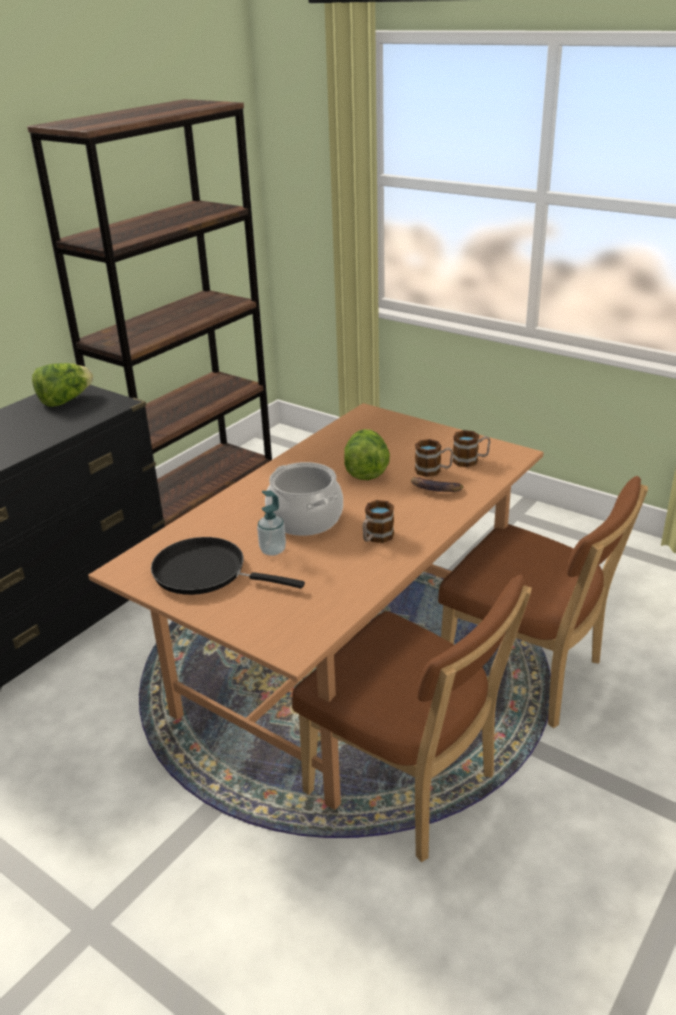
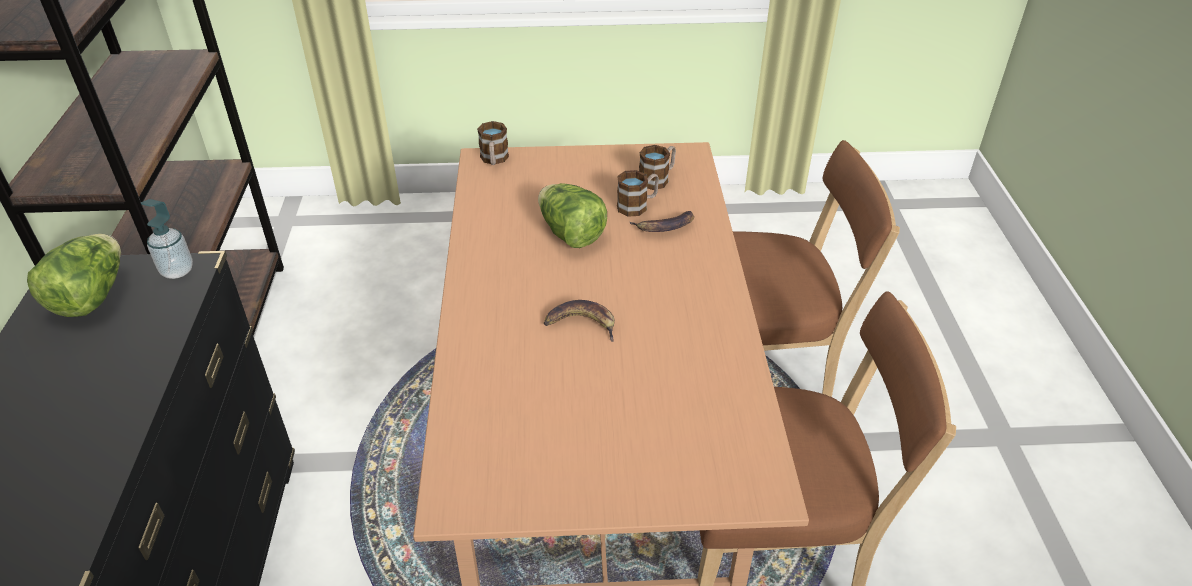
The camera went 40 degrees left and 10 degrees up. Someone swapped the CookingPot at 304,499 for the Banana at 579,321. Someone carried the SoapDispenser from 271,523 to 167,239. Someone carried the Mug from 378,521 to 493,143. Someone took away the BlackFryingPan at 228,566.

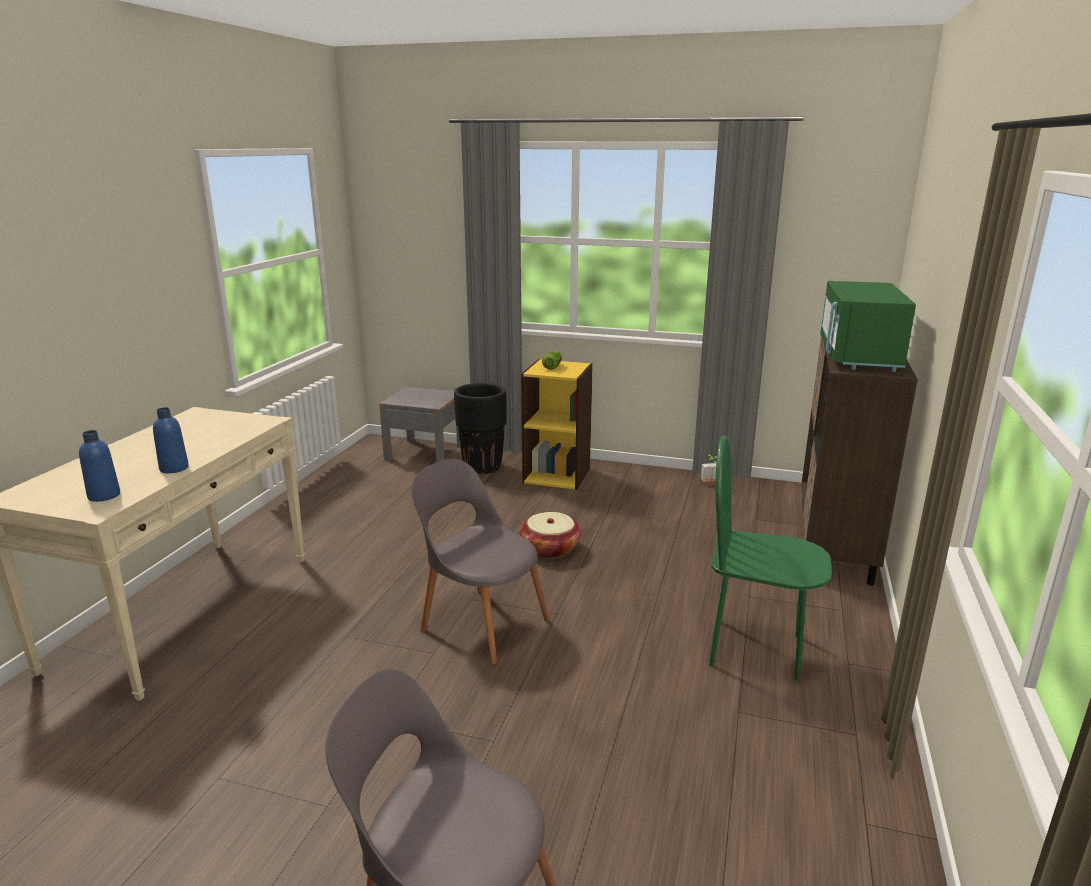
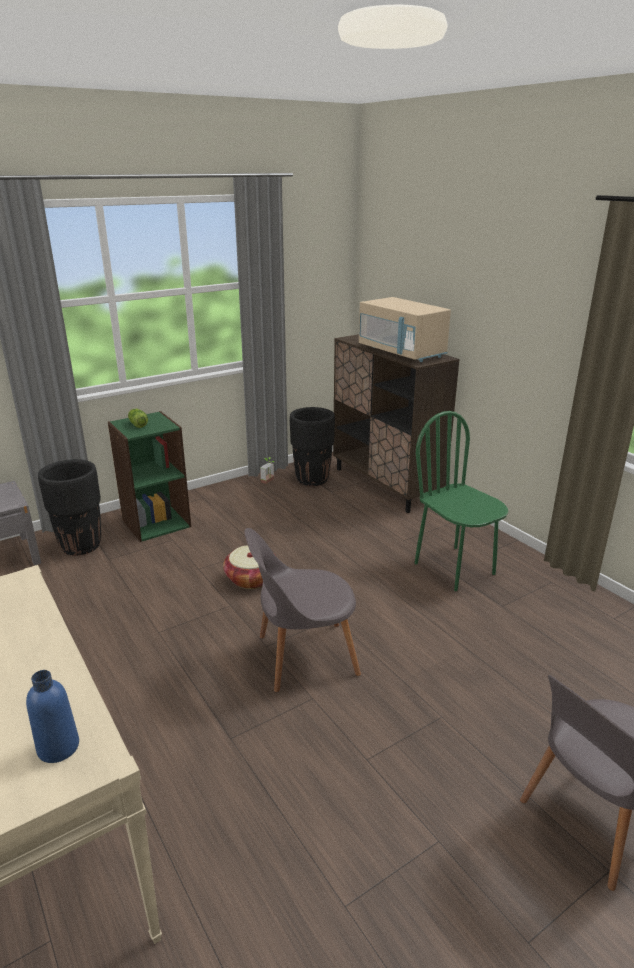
The camera went 50 degrees left and 5 degrees up. Someone repainted the GreenMicrowave at 868,326, which became the BeigeMicrowave at 405,329. Someone repainted the YellowBookcase at 557,424, which became the GreenBookcase at 149,476. Someone took away the BlueBottle at 171,440. Someone rotated the GreenChair at 770,558 by 90 degrees clockwise. Someone put down the BlackPlanter at 312,446.

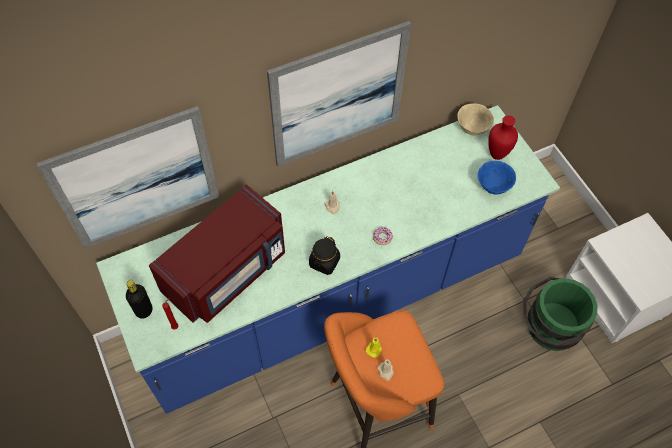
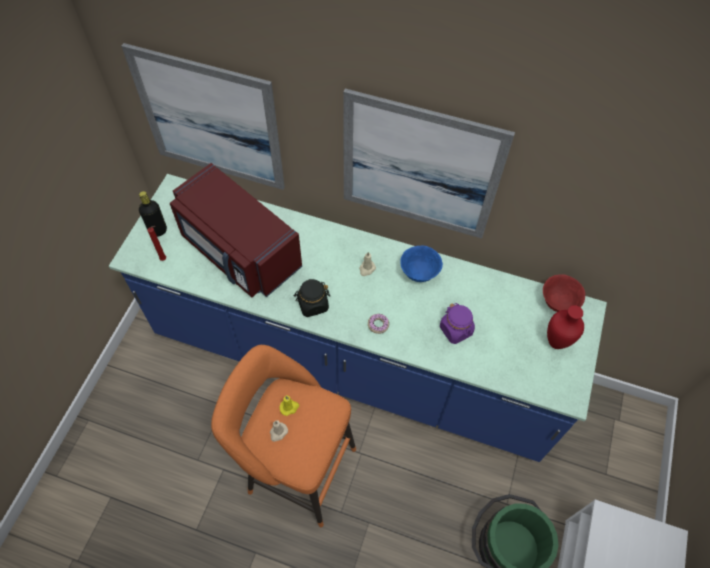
The camera went 45 degrees right and 0 degrees up. Someone repainted the BeigeBowl at 475,119, which became the RedBowl at 564,293. Someone carried the BlueBowl from 497,178 to 421,264. Someone rotated the RedMicrowave at 217,253 by 45 degrees clockwise. Someone put down the PurpleJar at 457,323.

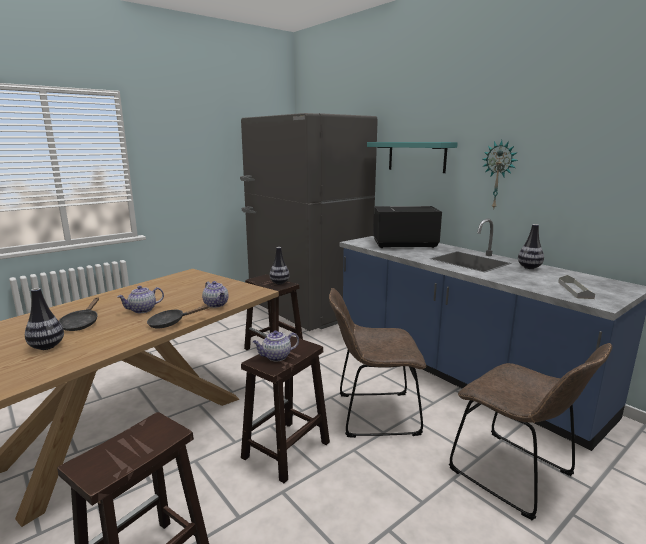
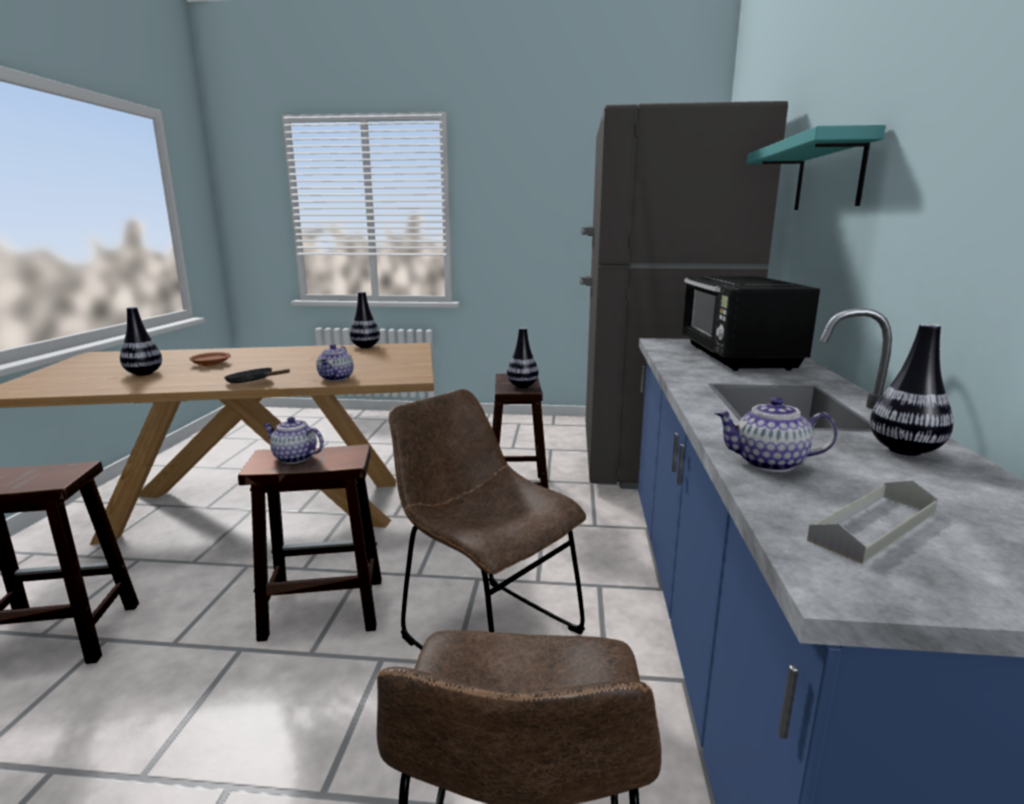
The camera went 45 degrees right and 0 degrees up. Someone took away the WallClock at 500,175. Someone rotated the BlackMicrowave at 407,227 by 135 degrees counterclockwise. Someone carried the Teapot from 140,299 to 775,434. Someone swapped the BlackFryingPan at 79,314 for the BrownPlate at 210,359. Someone put down the Vase at 365,320.

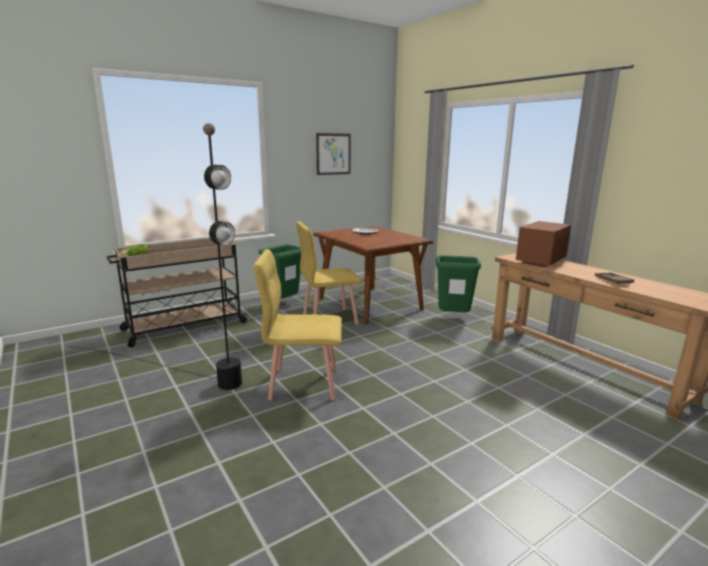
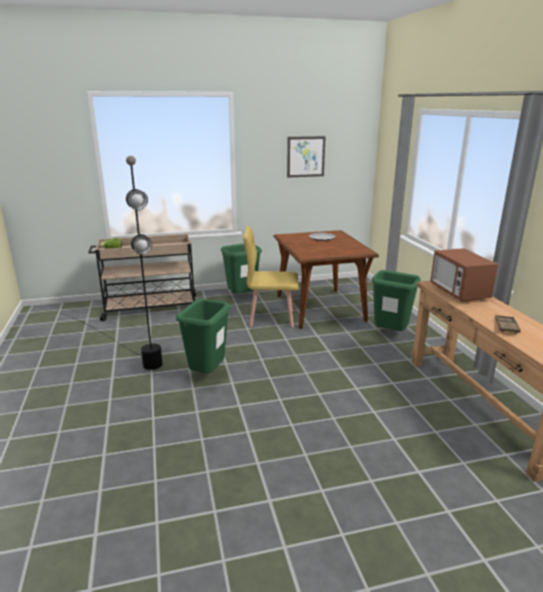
The camera went 20 degrees right and 5 degrees up. Someone rotated the Microwave at 543,244 by 75 degrees counterclockwise. Someone swapped the YellowChair at 298,325 for the GreenTrashCan at 203,336.

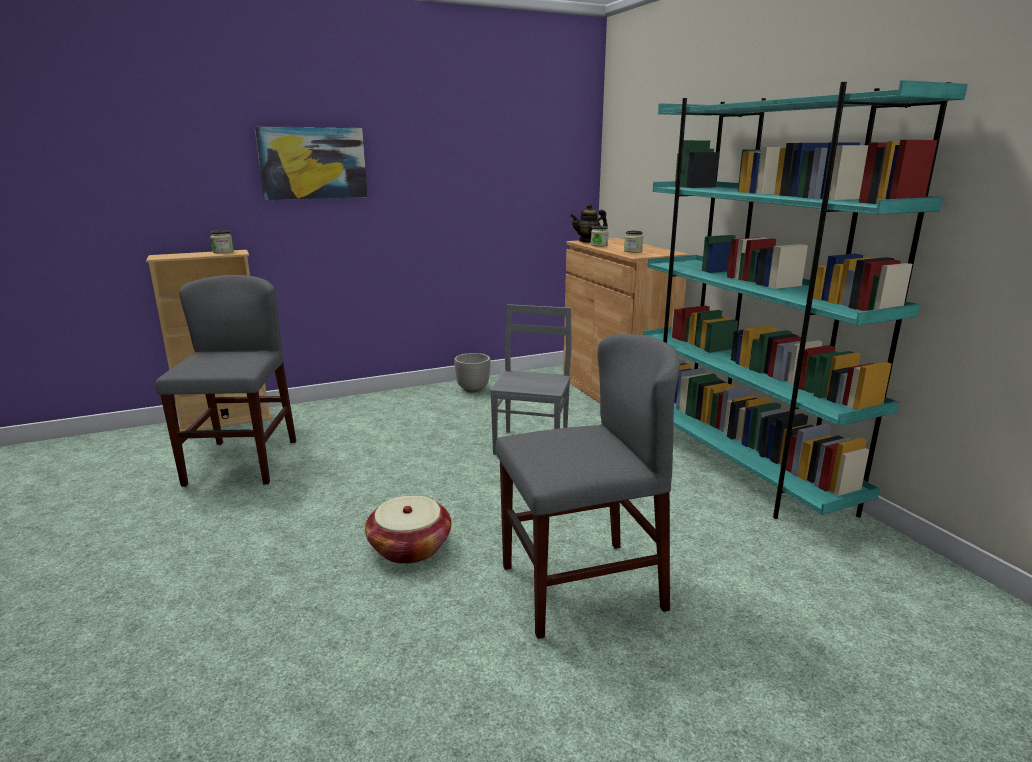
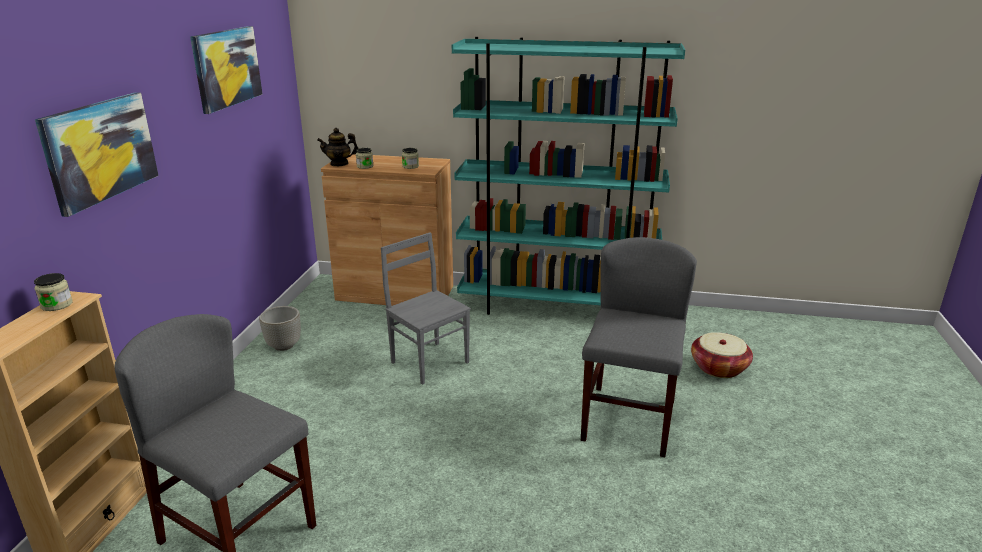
The camera went 55 degrees left and 5 degrees up. Someone rotated the Teapot at 589,223 by 60 degrees clockwise. Someone carried the Basket from 408,529 to 722,355. Someone put up the Picture at 226,70.

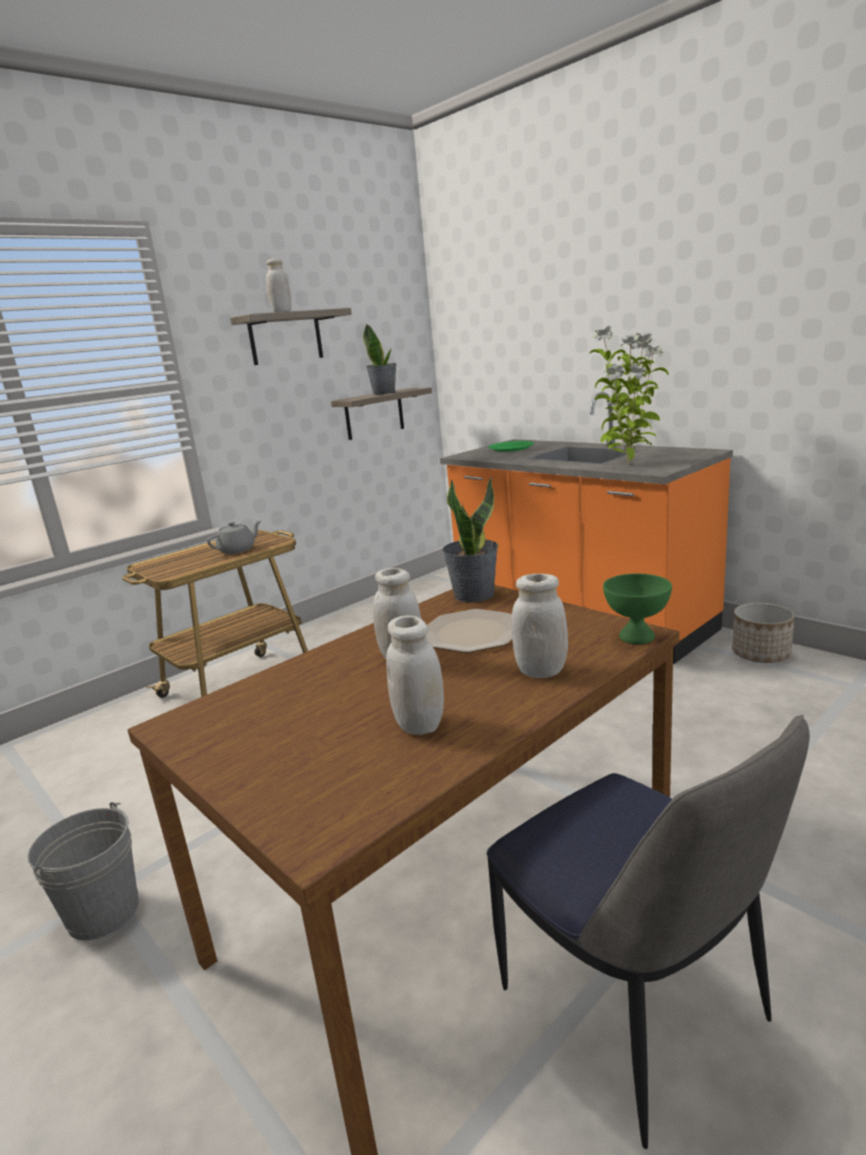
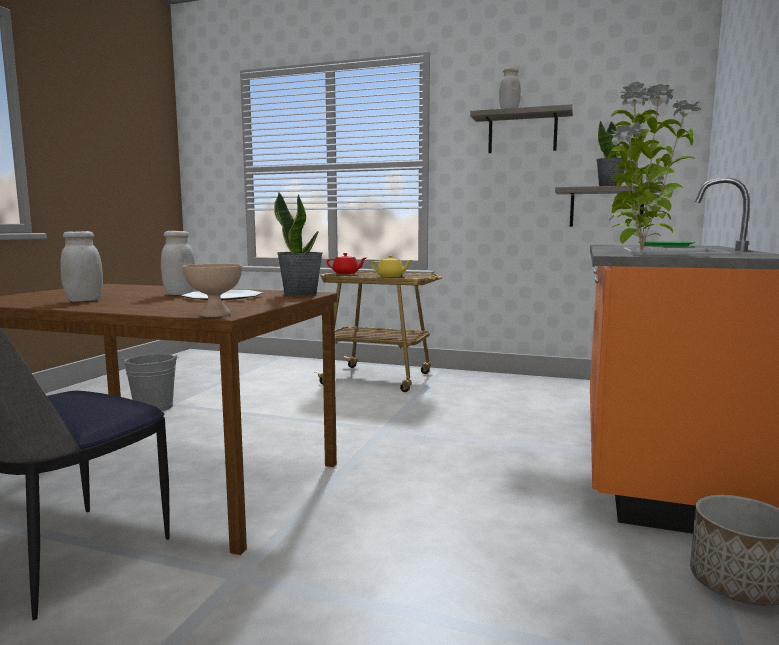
The camera went 60 degrees right and 10 degrees down. Someone repainted the GreyTeapot at 234,537, which became the YellowTeapot at 391,266. Someone took away the WhiteJar at 539,626. Someone repainted the GreenBowl at 637,609, which became the BeigeBowl at 212,290. Someone put down the RedTeapot at 346,263.

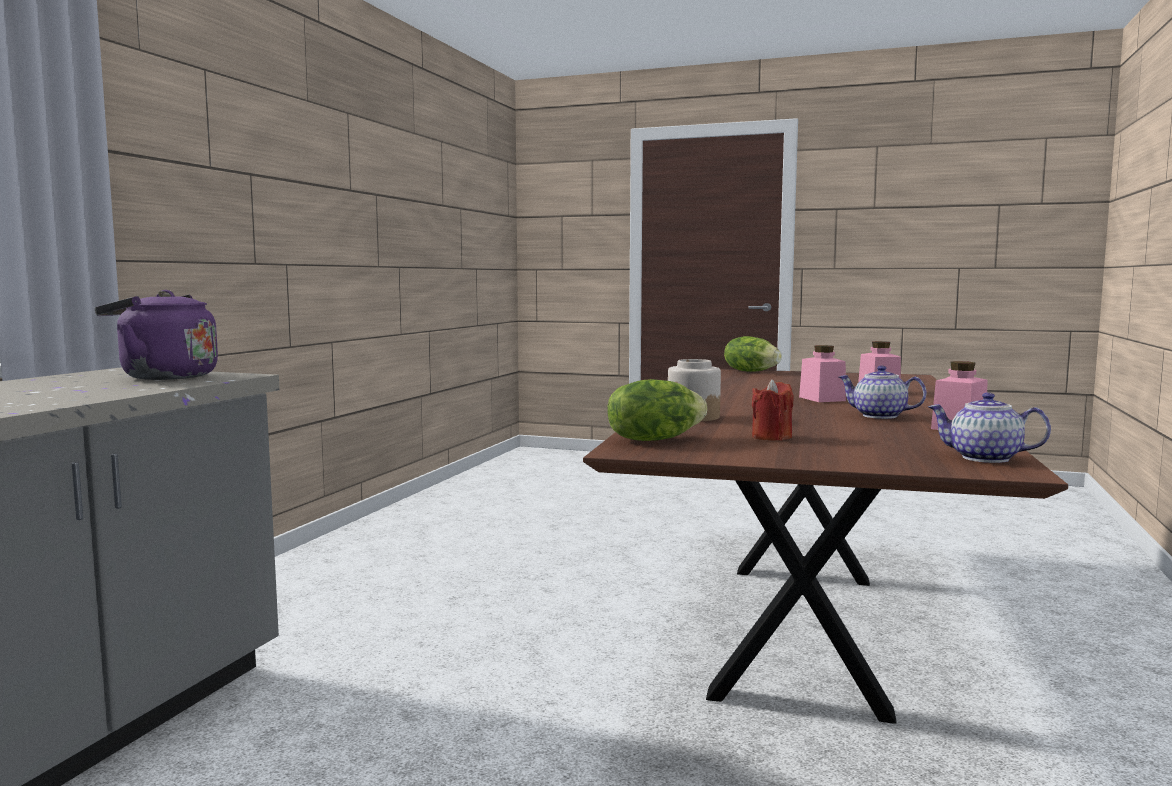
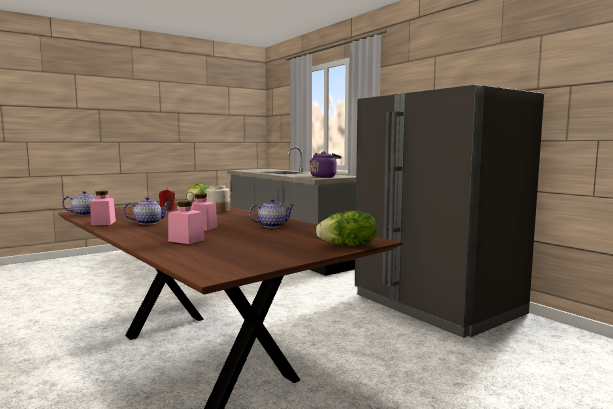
The camera went 125 degrees right and 0 degrees up. Someone put down the GreyFridge at 449,211. Someone put down the Teapot at 271,213.

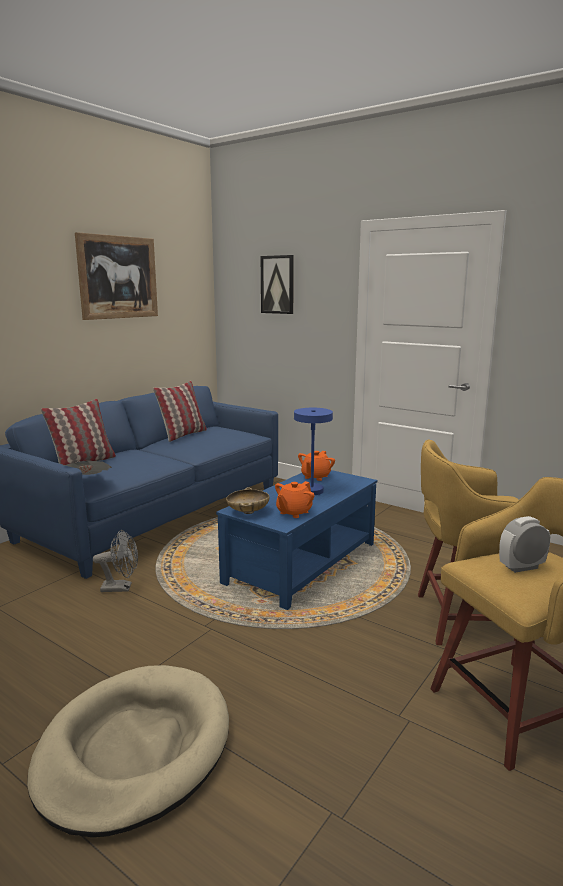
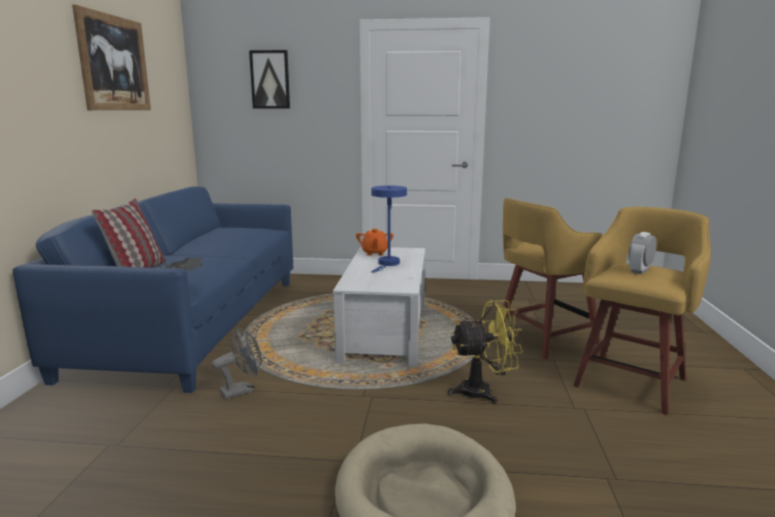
The camera went 30 degrees left and 0 degrees up. Someone took away the Pillow at 180,411. Someone repainted the BlueCoffeeTable at 296,540, which became the WhiteCoffeeTable at 379,306. Someone took away the OrangeTeapot at 294,499. Someone took away the BeigeBowl at 247,500. Someone put down the YellowFan at 485,352.

